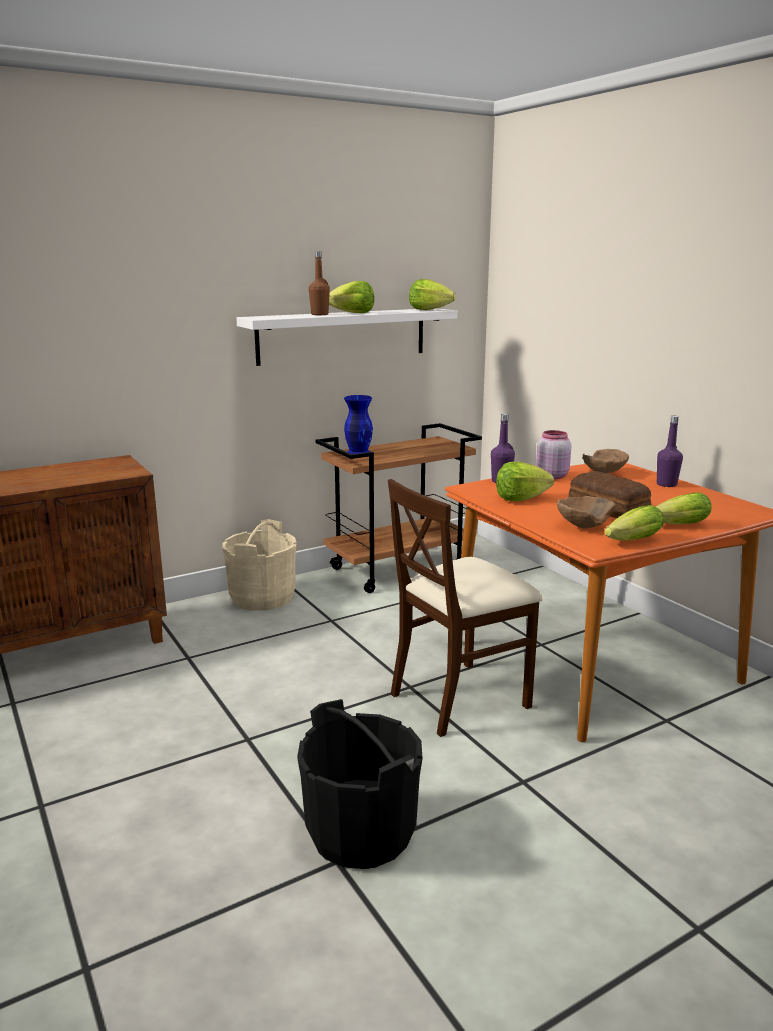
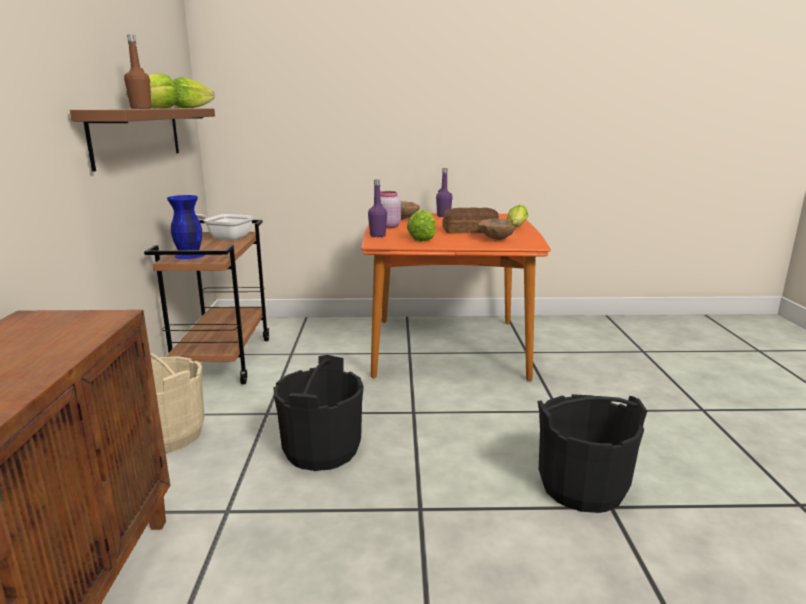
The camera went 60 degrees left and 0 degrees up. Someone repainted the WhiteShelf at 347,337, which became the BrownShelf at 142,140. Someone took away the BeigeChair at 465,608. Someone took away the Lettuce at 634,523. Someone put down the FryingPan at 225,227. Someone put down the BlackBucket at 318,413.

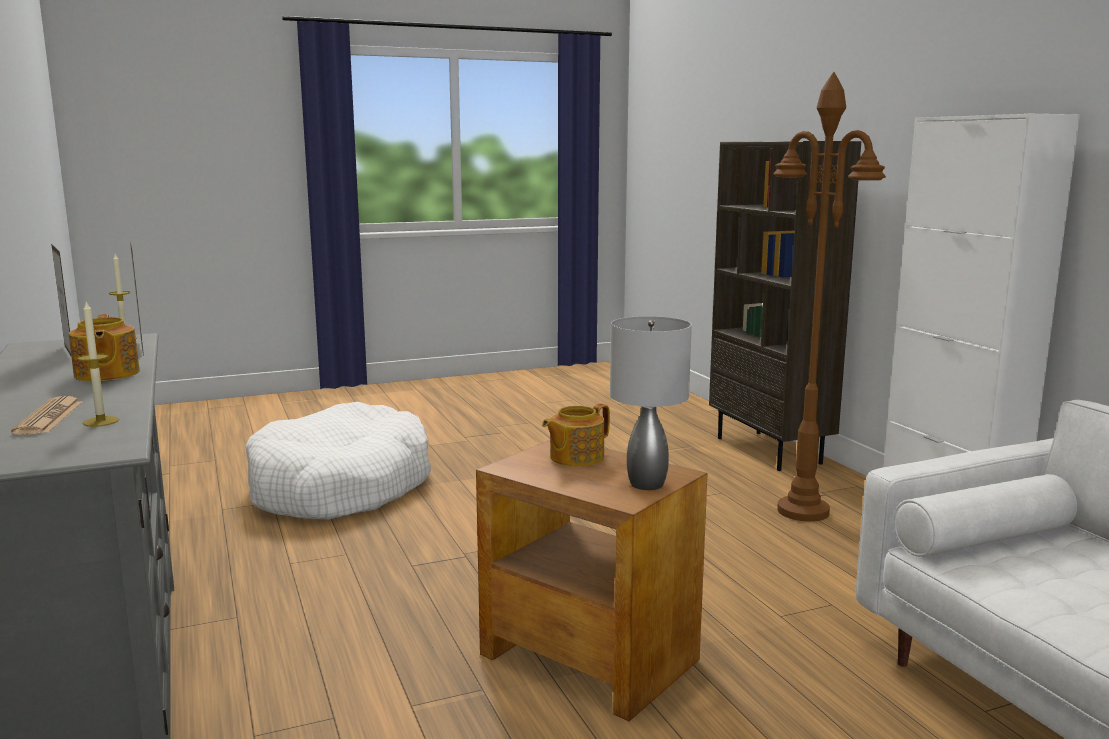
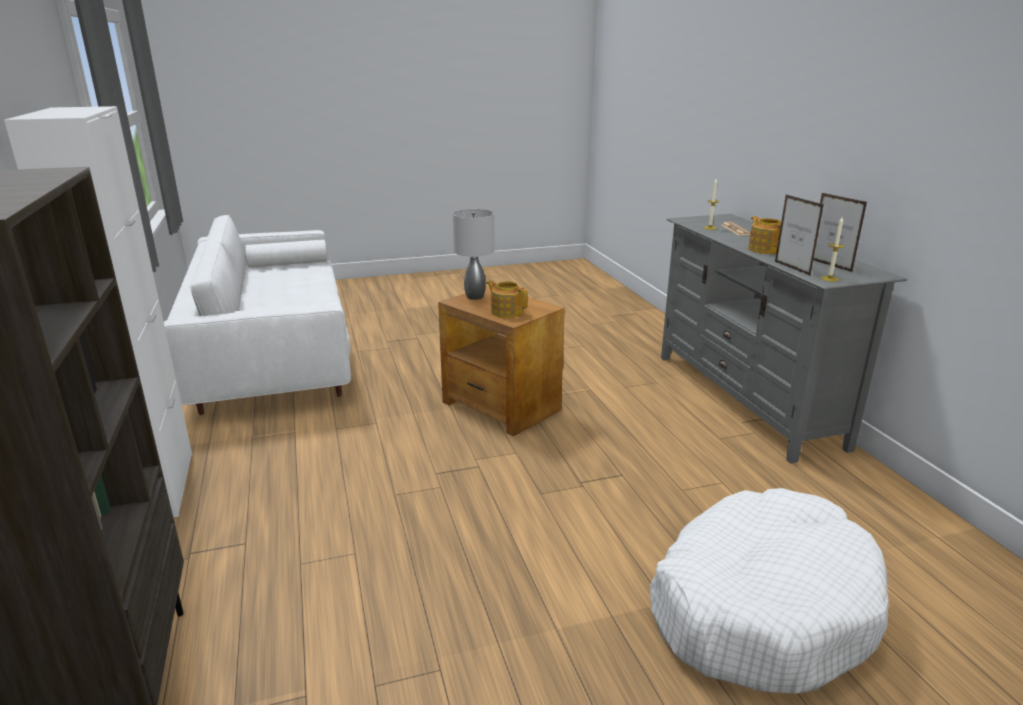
The camera went 175 degrees left and 10 degrees up. Someone took away the BrownFloorLamp at 829,297. Someone rotated the Teapot at 576,435 by 105 degrees counterclockwise.

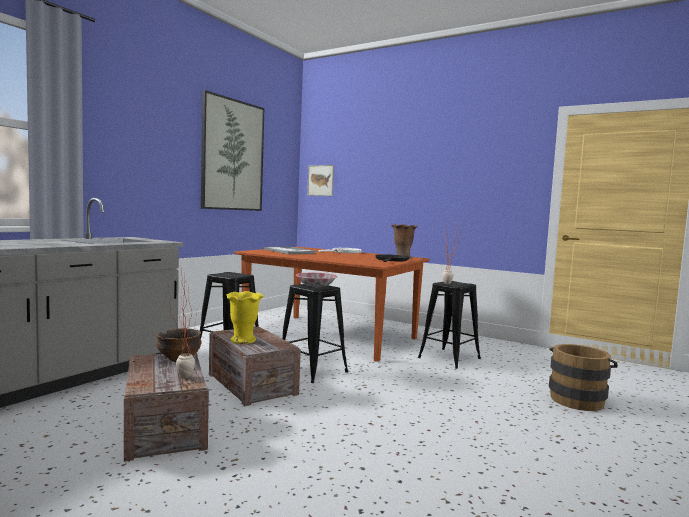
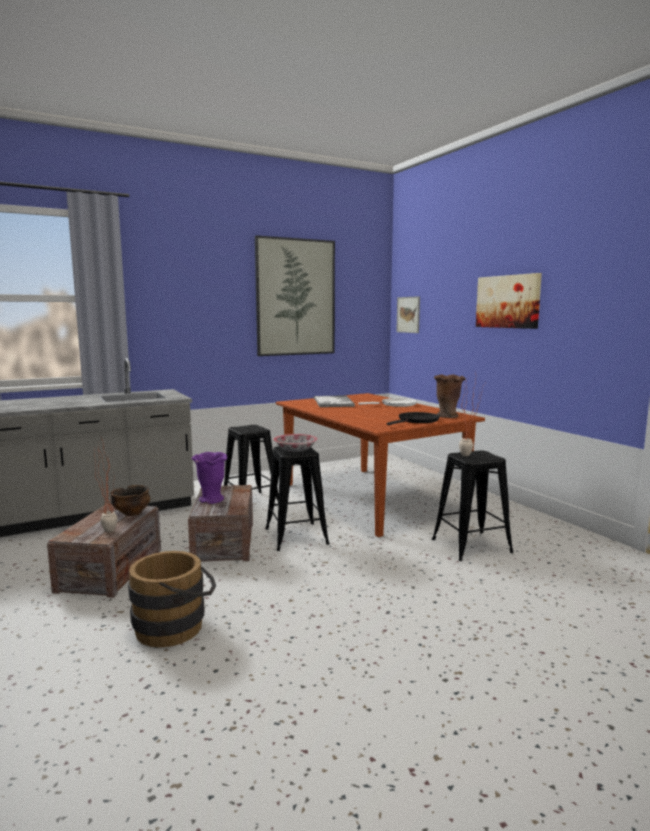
The camera went 30 degrees right and 5 degrees up. Someone repainted the YellowVase at 245,317, which became the PurpleVase at 209,478. Someone carried the BrownBucket from 583,377 to 172,599. Someone put up the Picture at 509,301.

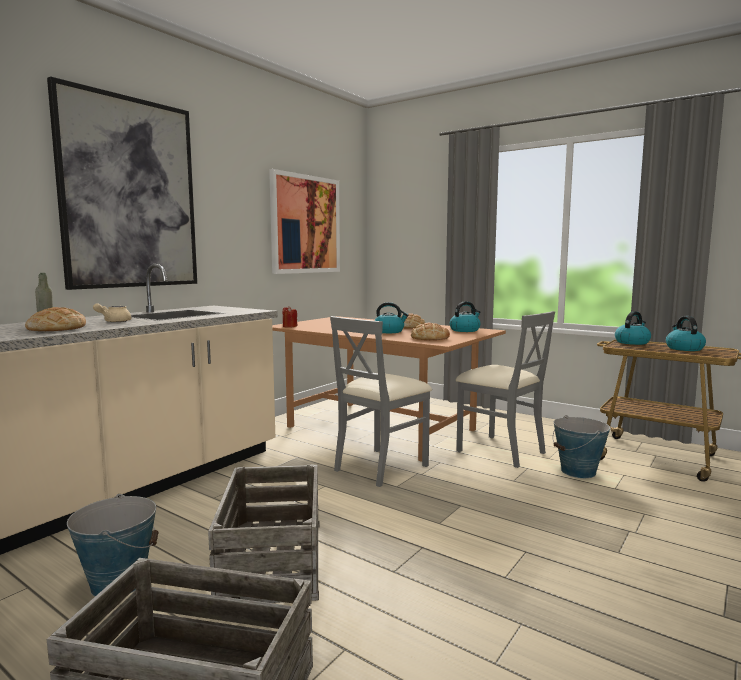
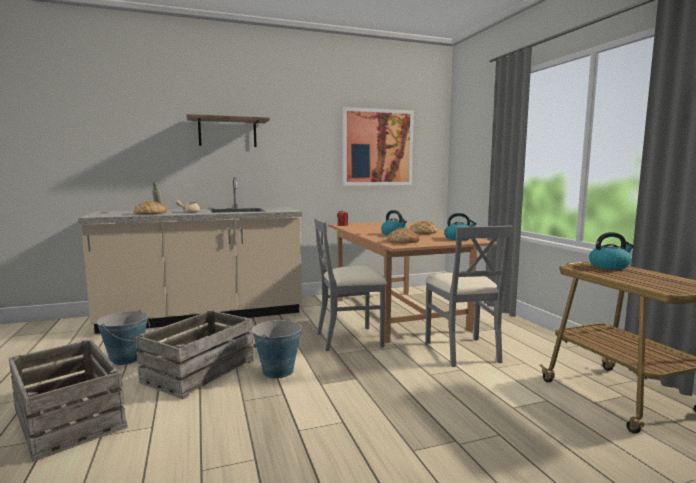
The camera went 35 degrees right and 0 degrees up. Someone swapped the Picture at 122,183 for the Shelf at 228,130. Someone took away the Kettle at 686,333. Someone carried the Bucket from 581,446 to 277,349.

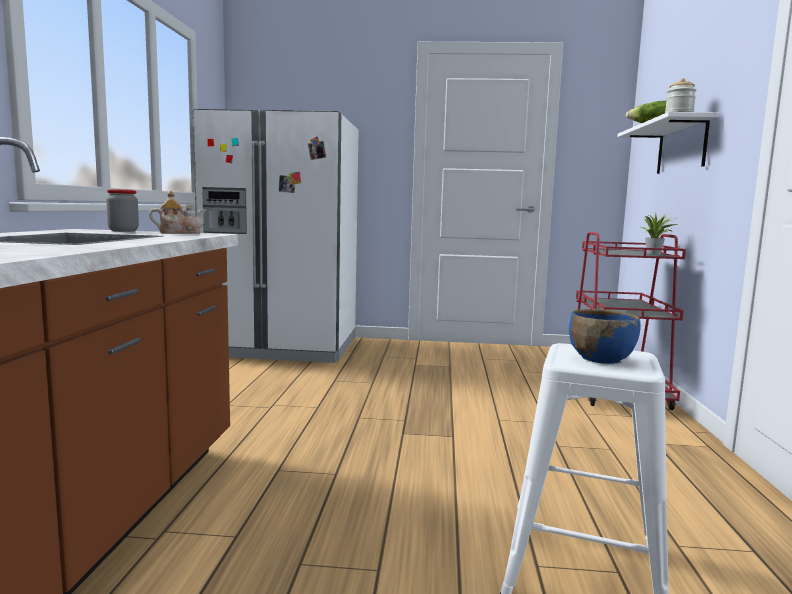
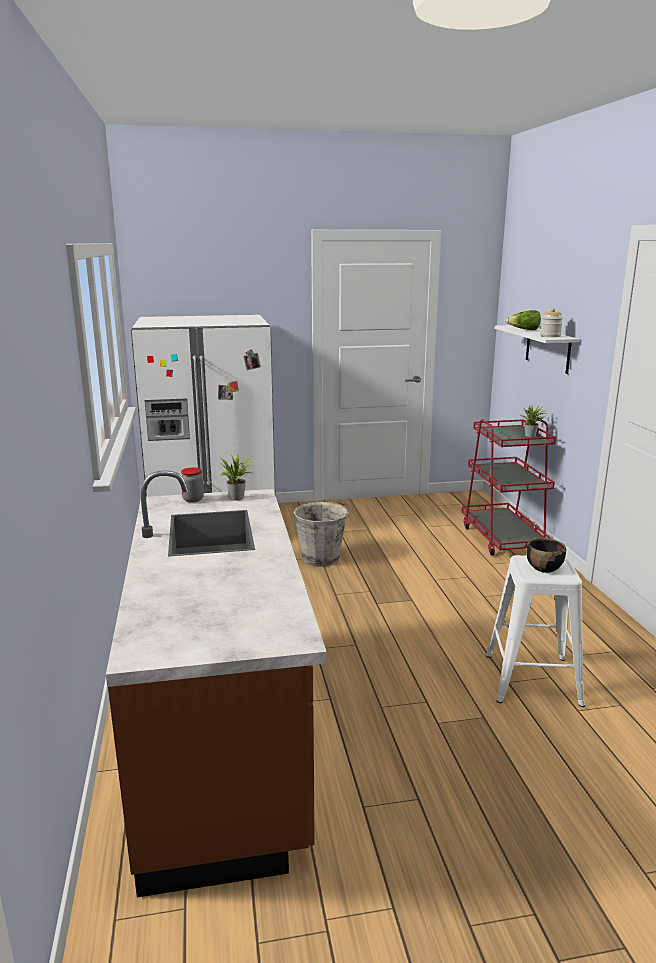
The camera went 15 degrees left and 10 degrees up. Someone swapped the Teapot at 177,212 for the PottedPlant at 237,477. Someone repainted the BlueBowl at 605,336, which became the BlackBowl at 546,555. Someone put down the GreyBucket at 322,534.

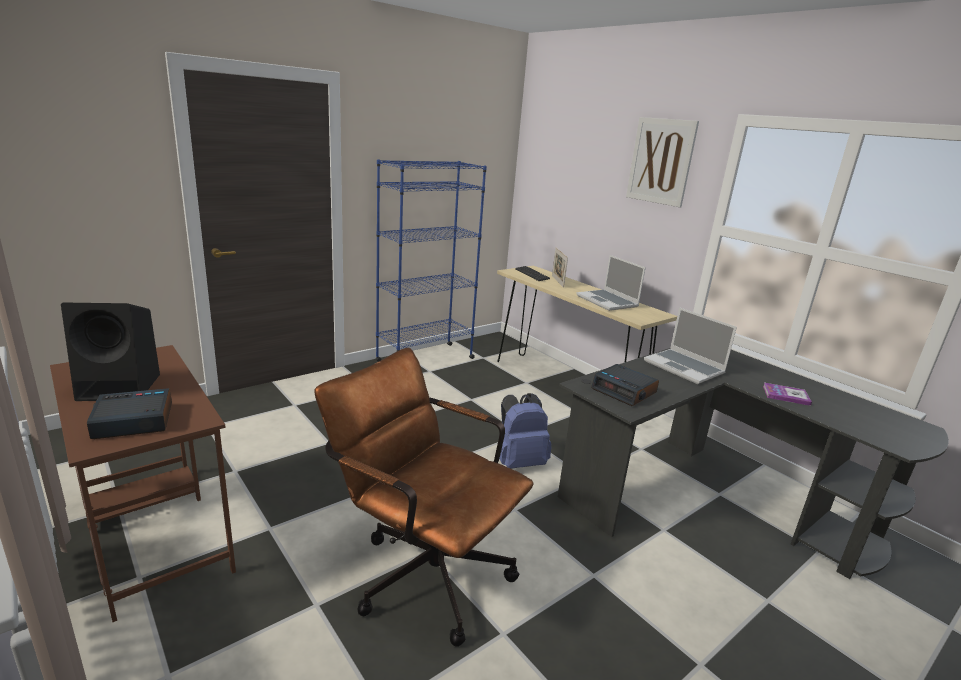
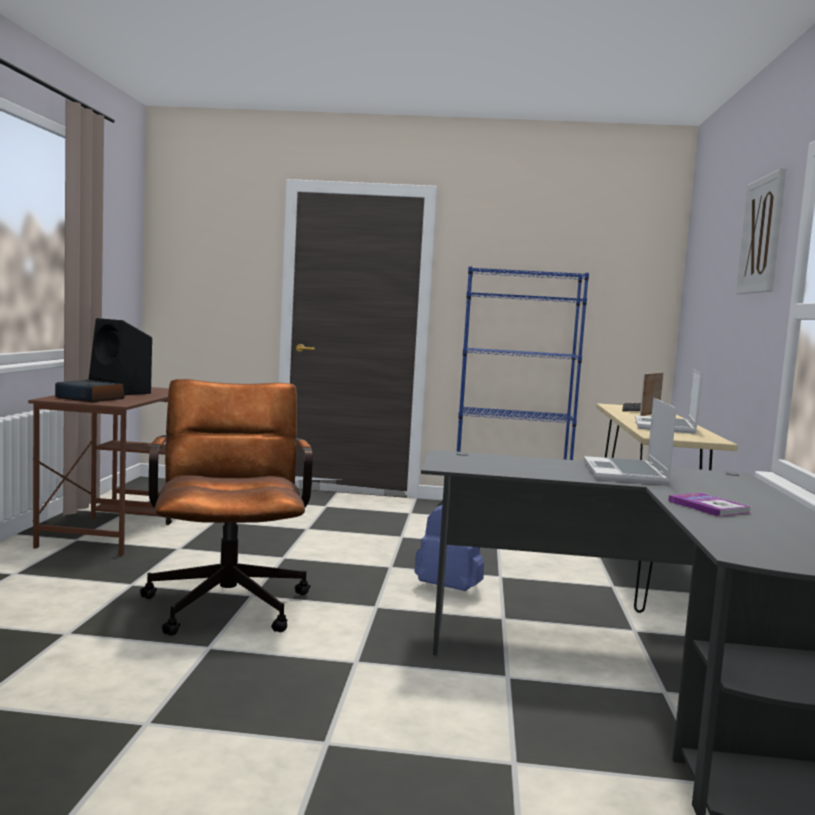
The camera went 45 degrees right and 15 degrees down. Someone took away the AlarmClock at 625,385.

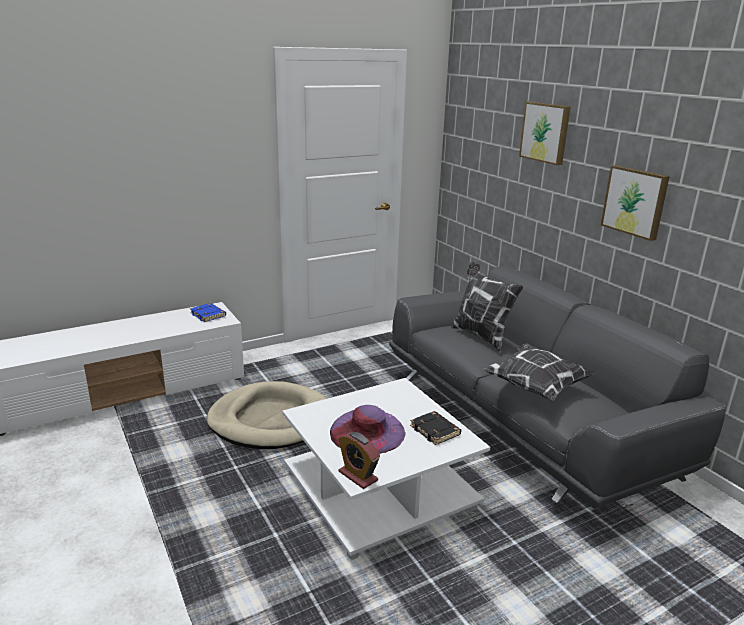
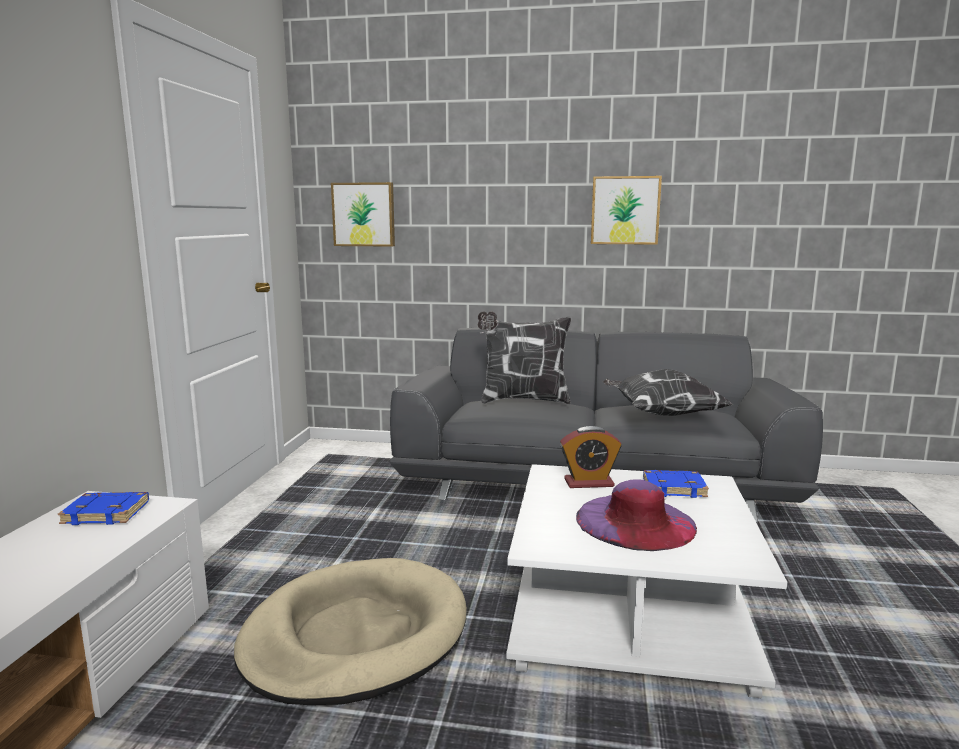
The camera went 50 degrees left and 10 degrees down. Someone carried the Picture from 545,133 to 363,214. Someone repainted the BlackBook at 435,428, which became the BlueBook at 676,484. Someone carried the AlarmClock from 359,460 to 590,457.

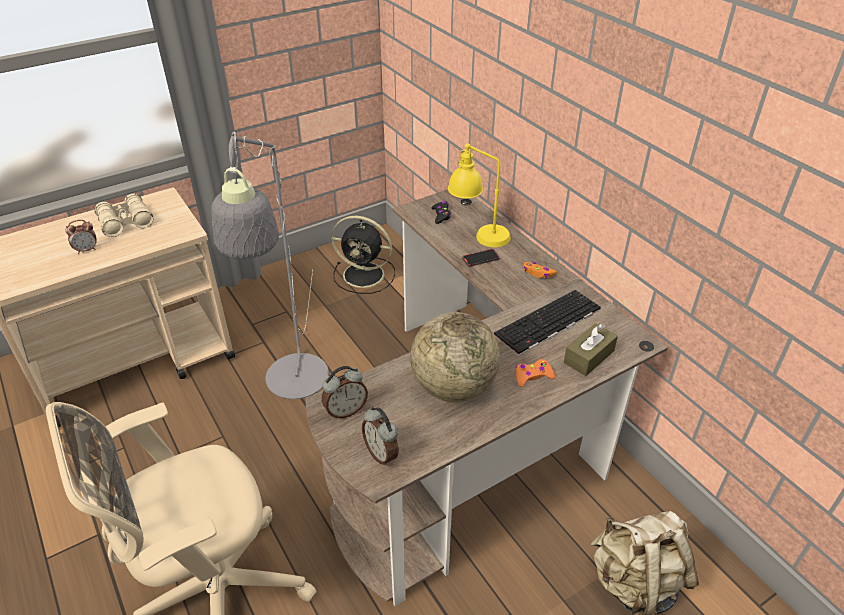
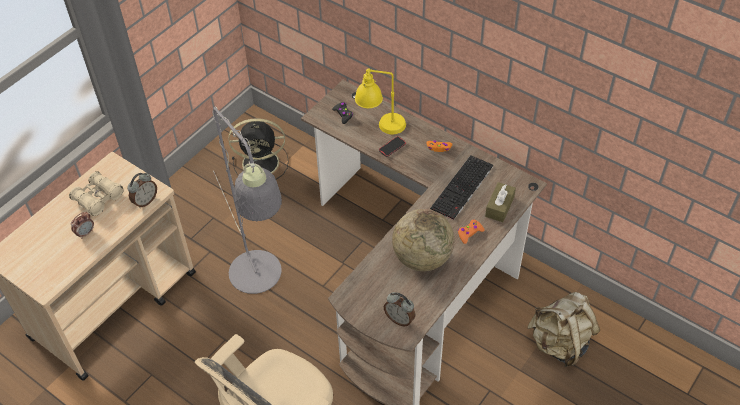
The camera went 20 degrees left and 10 degrees up. Someone carried the AlarmClock from 345,392 to 142,190.

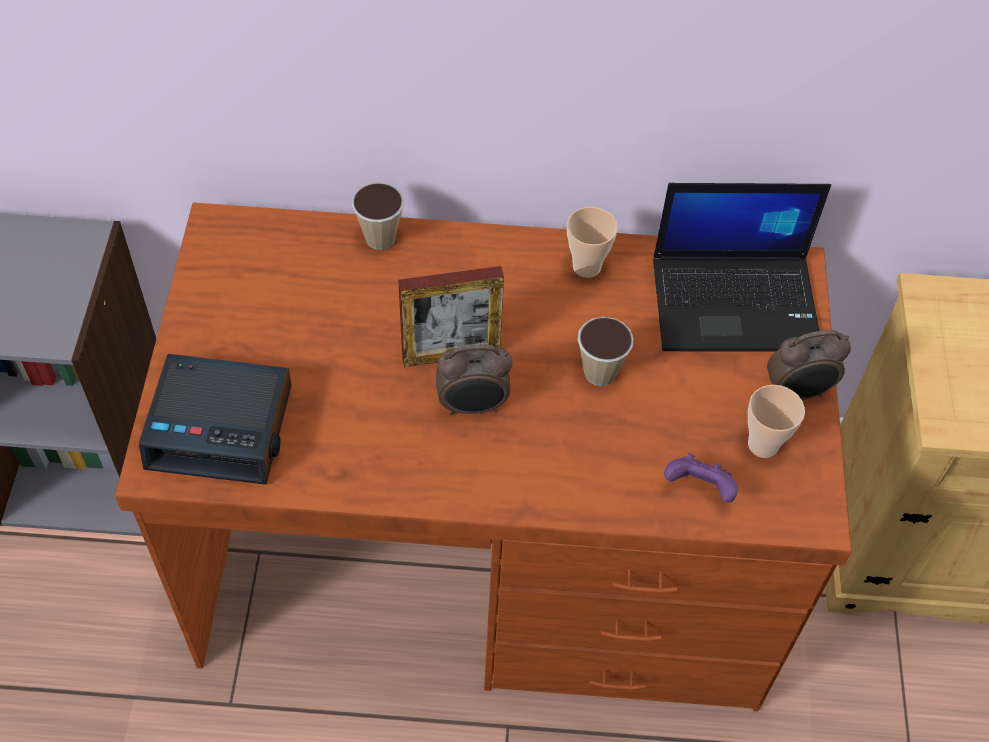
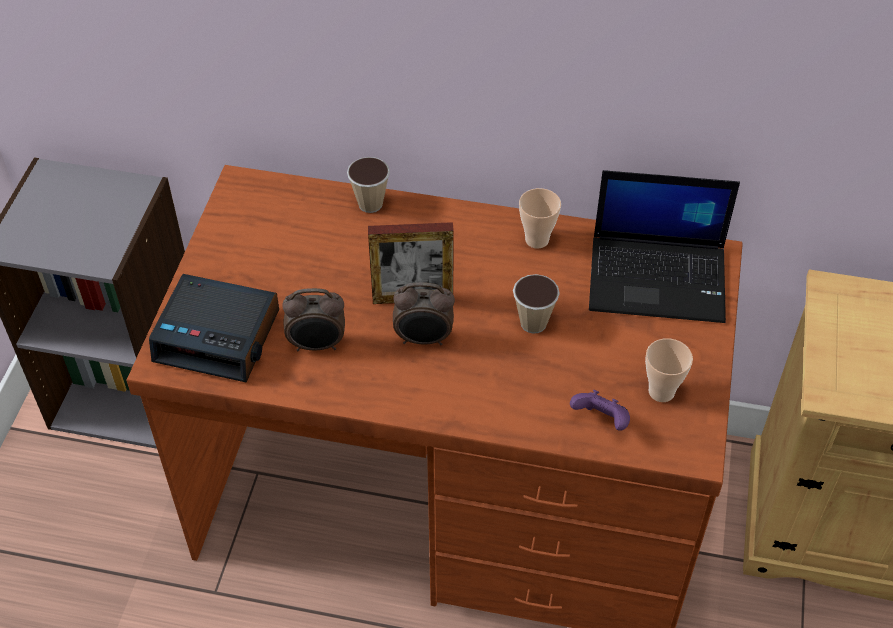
The camera went 10 degrees right and 5 degrees down. Someone carried the AlarmClock from 809,365 to 313,319.

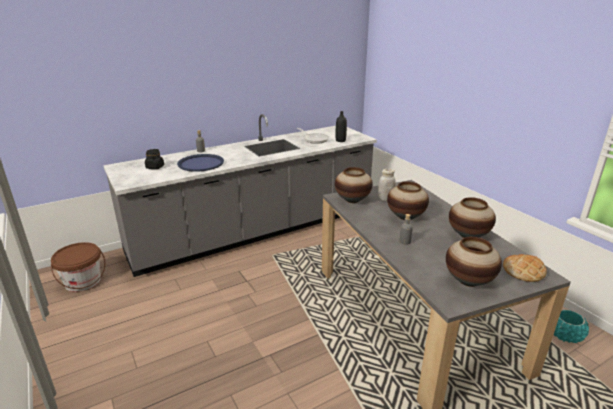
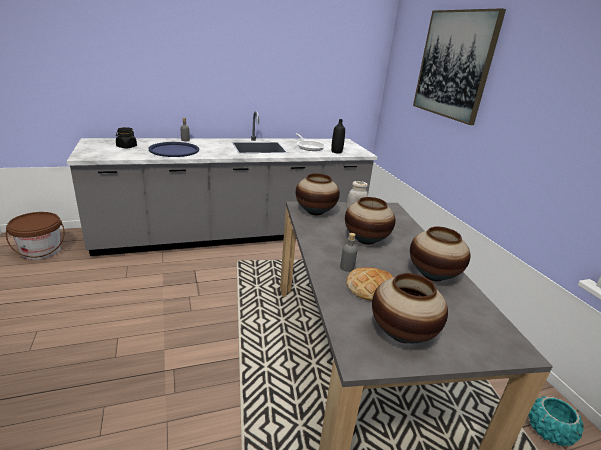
The camera went 10 degrees right and 0 degrees up. Someone carried the Bread from 525,268 to 370,284. Someone put up the Picture at 459,66.

